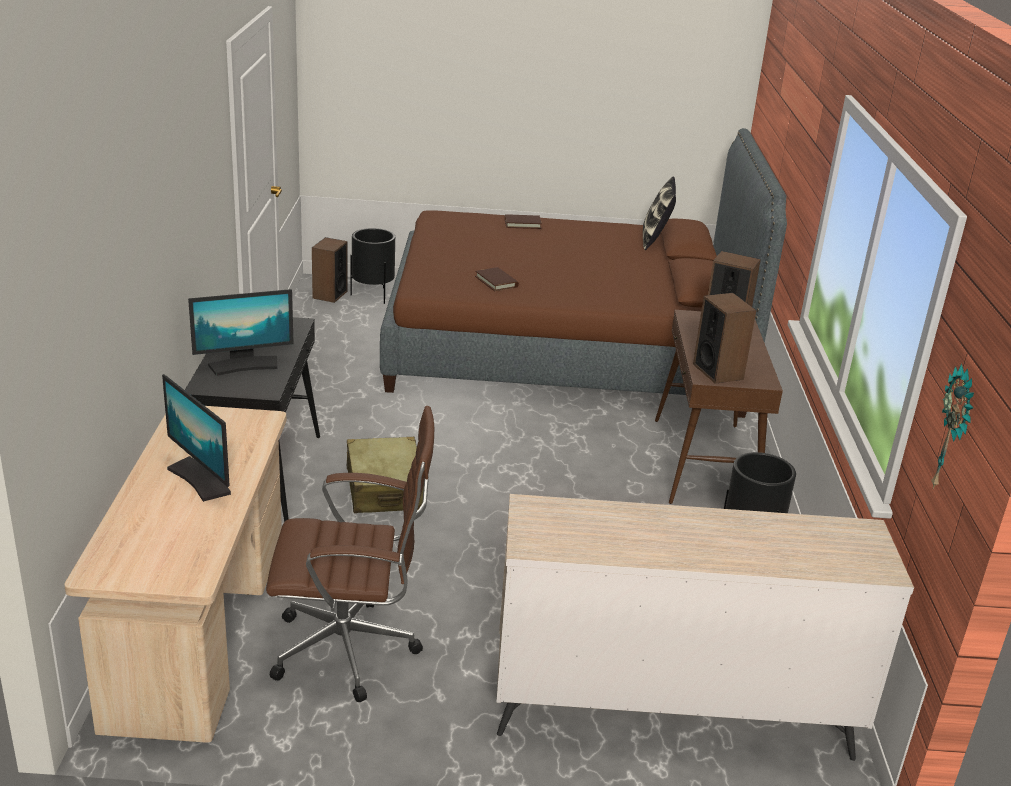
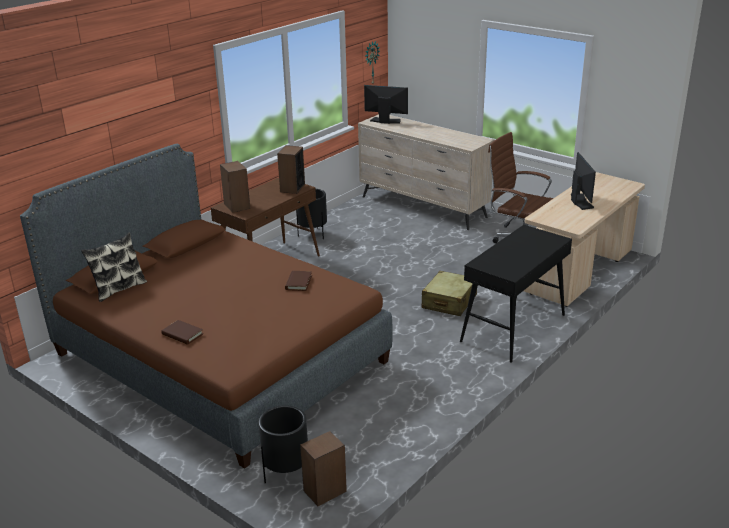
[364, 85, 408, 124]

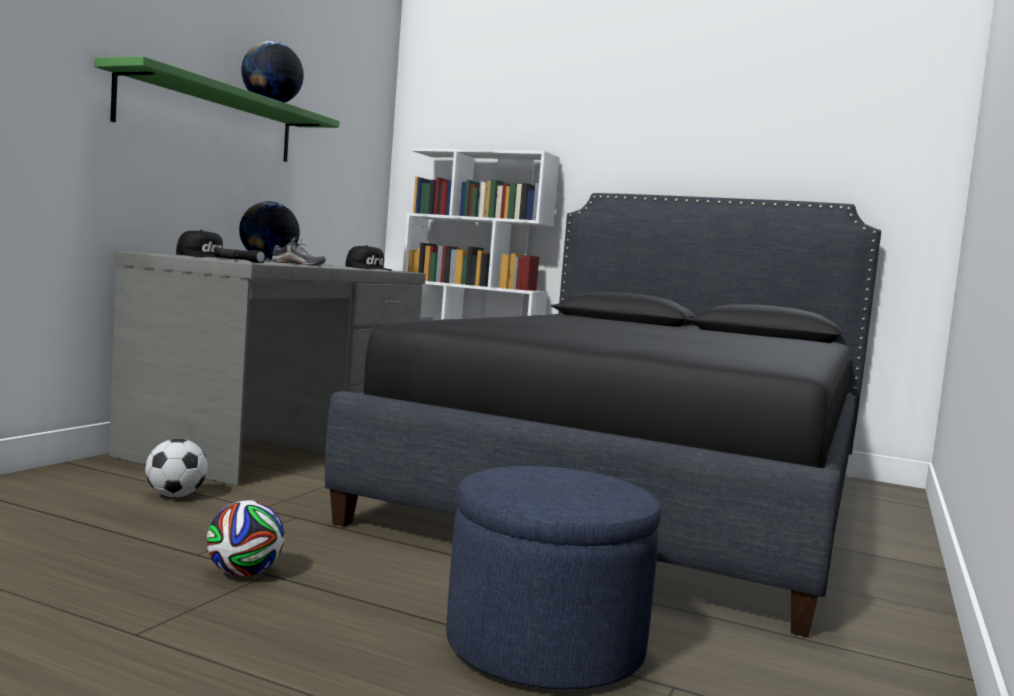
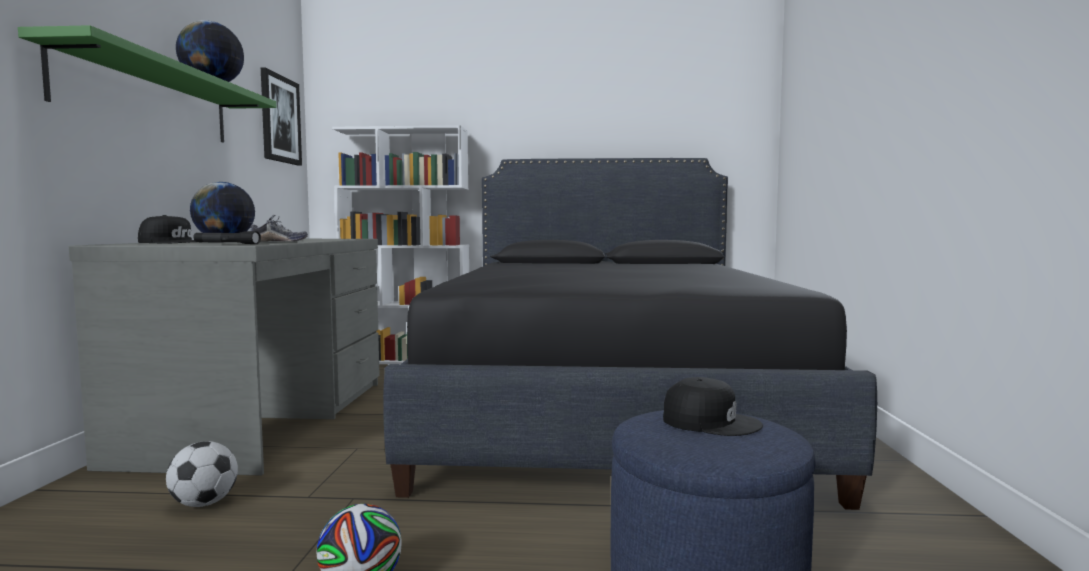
[663, 377, 763, 436]
[261, 67, 302, 165]

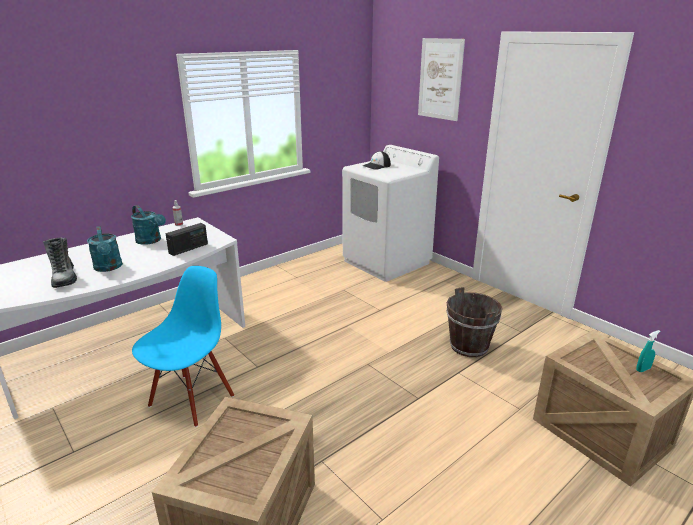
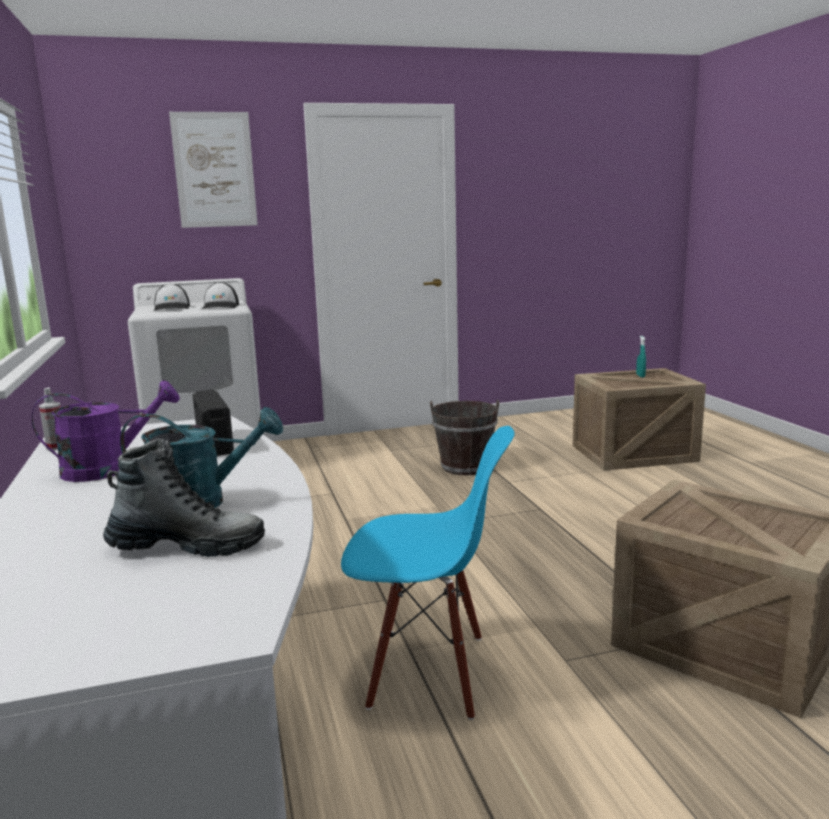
[31, 380, 180, 482]
[341, 426, 515, 720]
[201, 282, 239, 309]

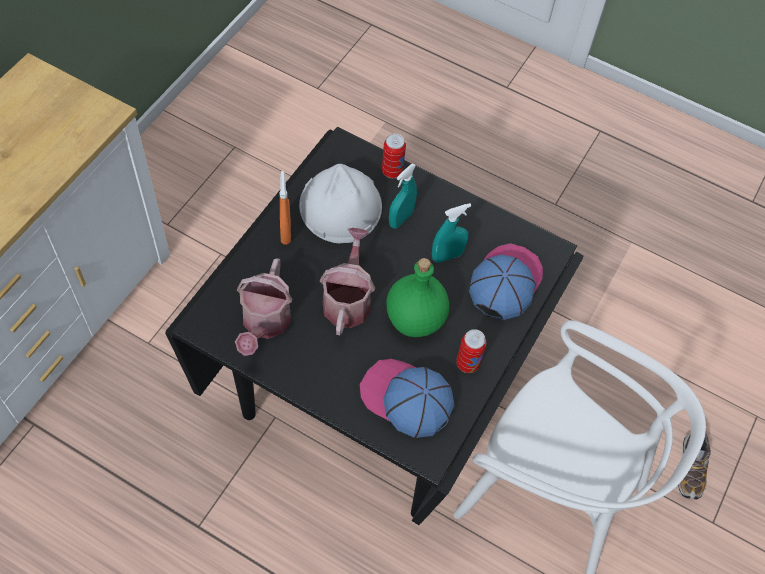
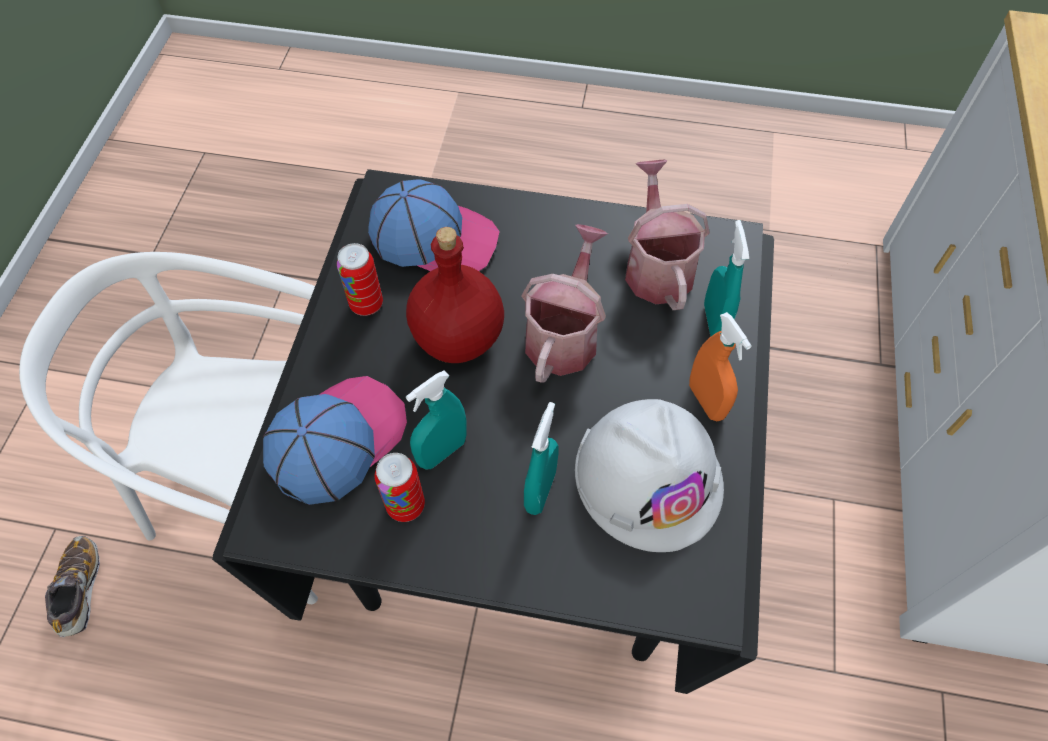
[375, 453, 425, 522]
[521, 224, 608, 383]
[263, 376, 407, 505]
[406, 227, 504, 363]
[704, 220, 749, 336]

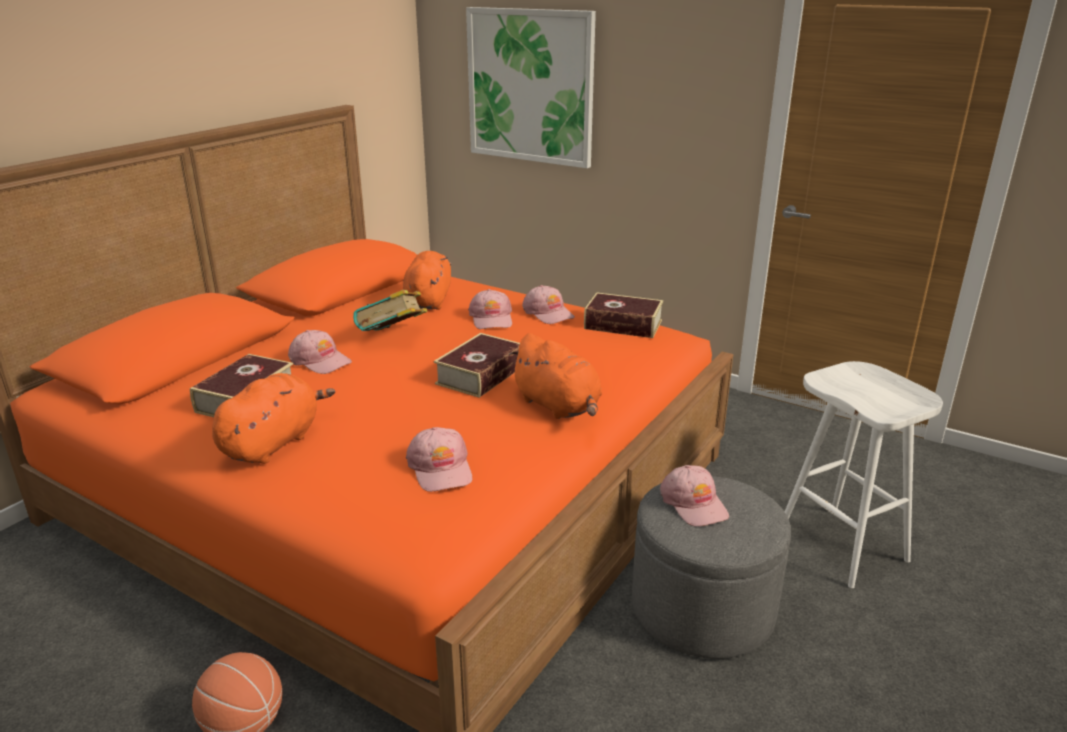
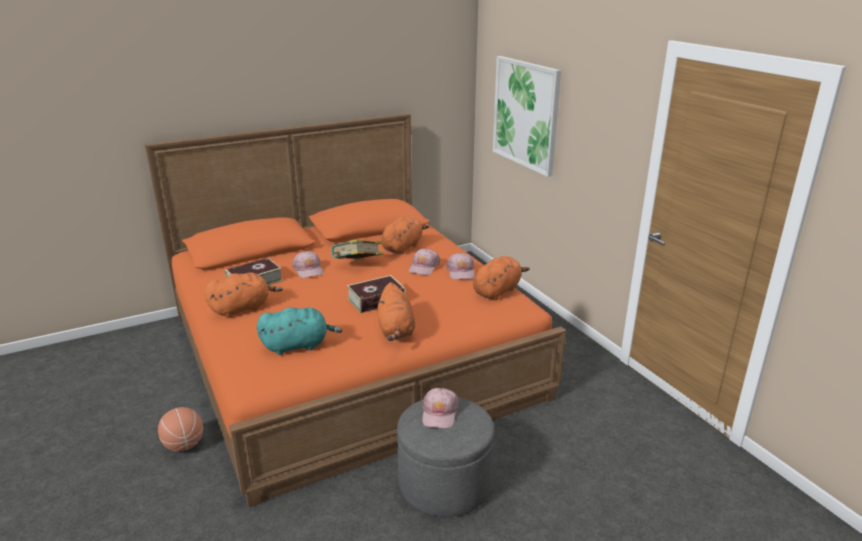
[473, 256, 530, 300]
[785, 361, 943, 588] (first image)
[257, 308, 342, 355]

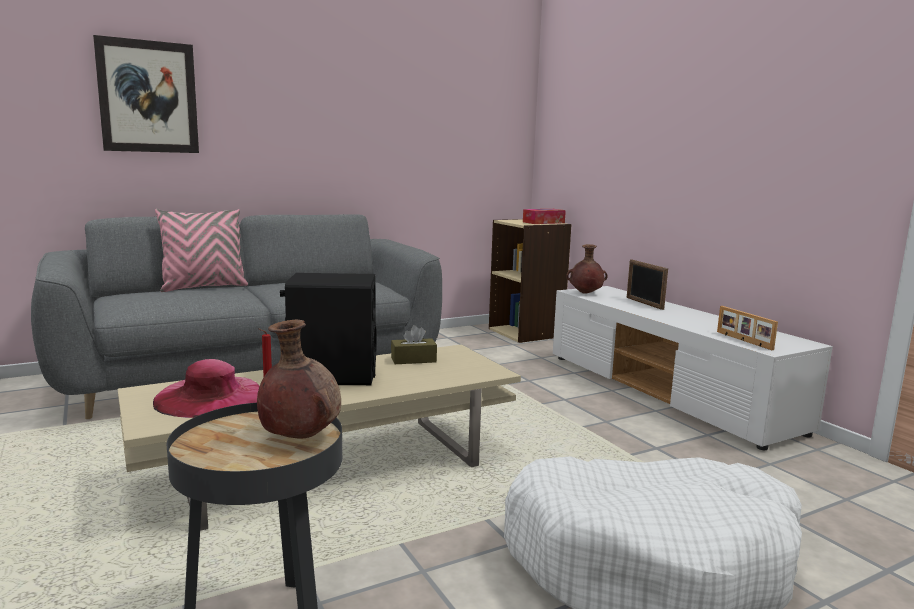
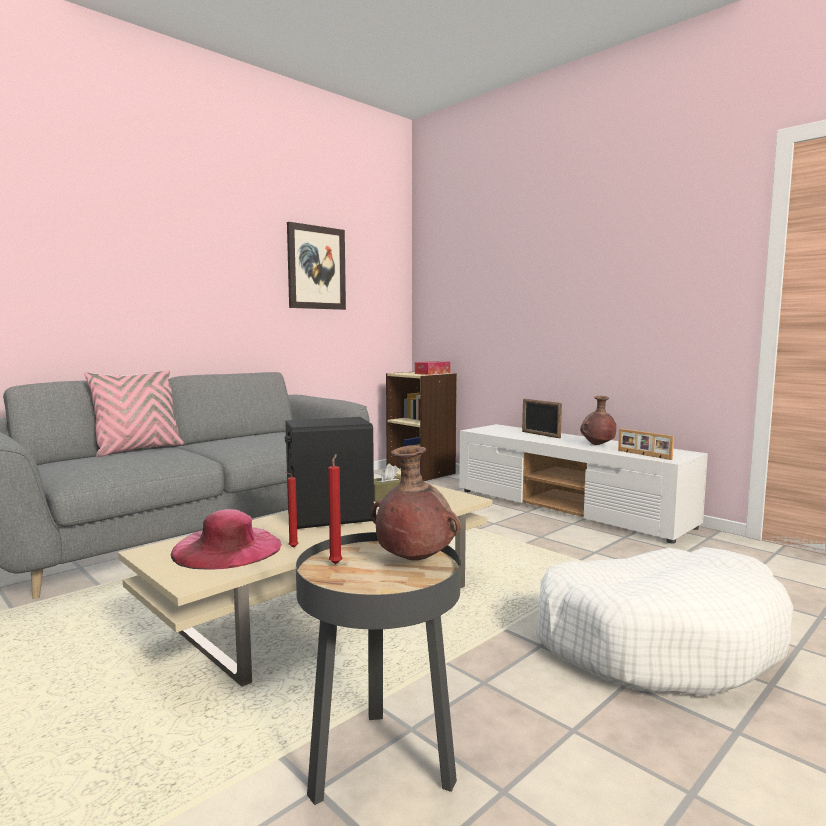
[287, 222, 346, 310]
[580, 396, 616, 445]
[328, 454, 342, 564]

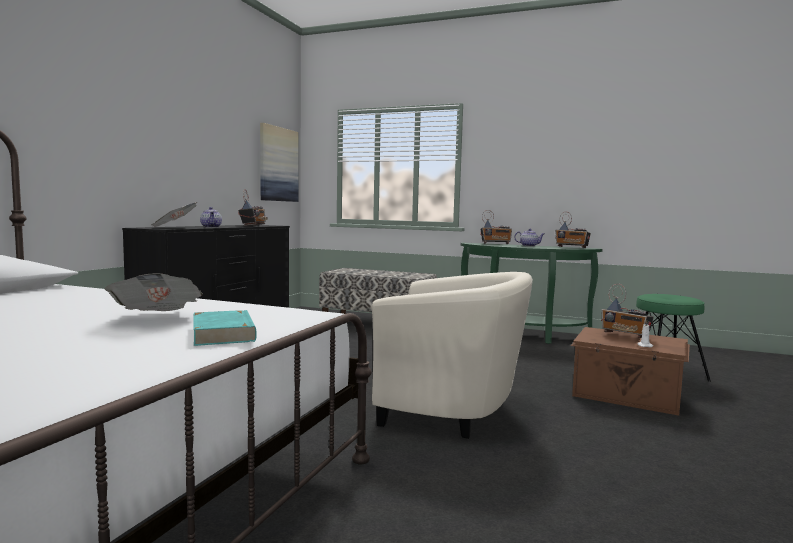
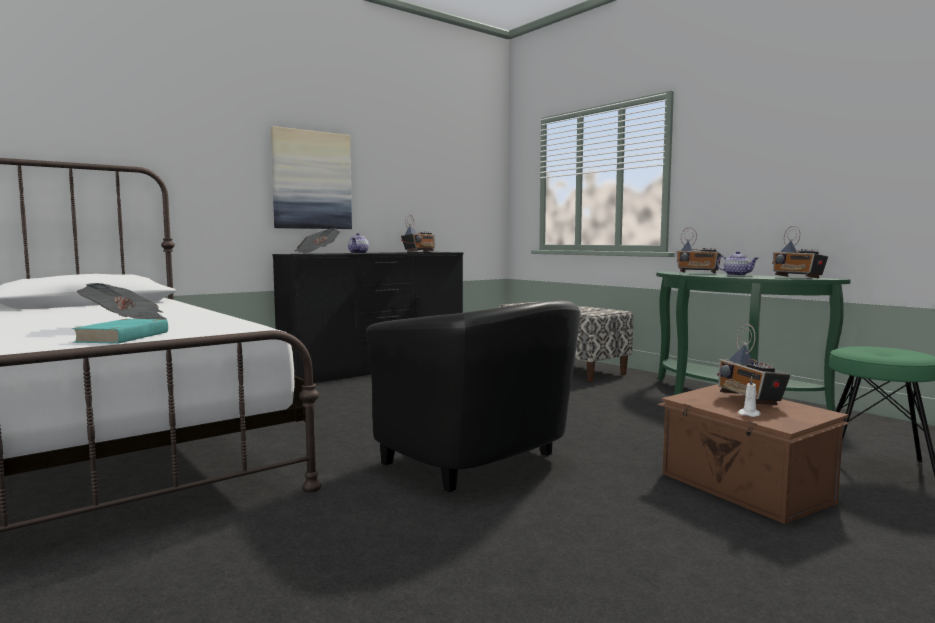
[271, 126, 352, 229]
[366, 300, 580, 492]

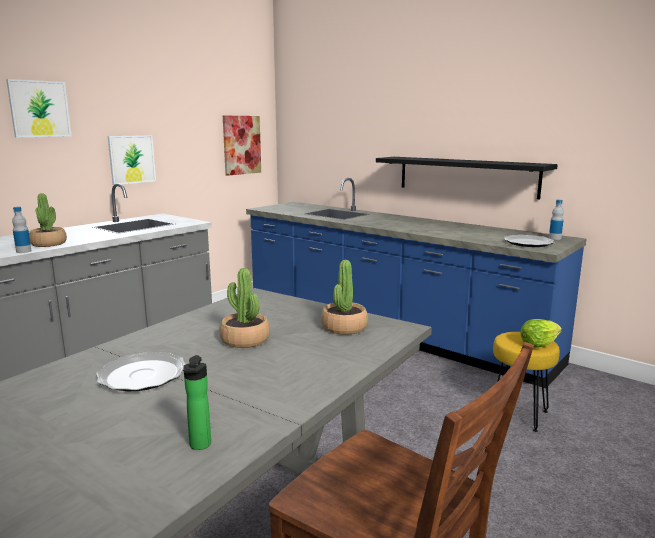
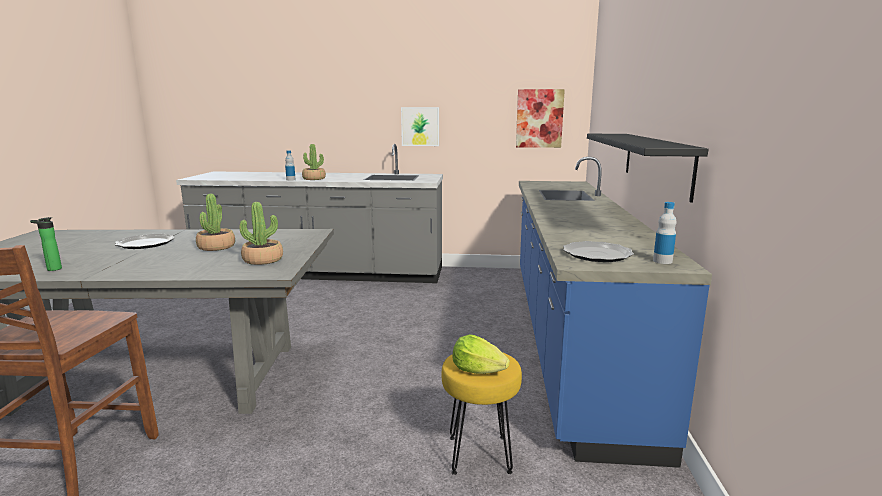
[6, 79, 72, 138] (first image)

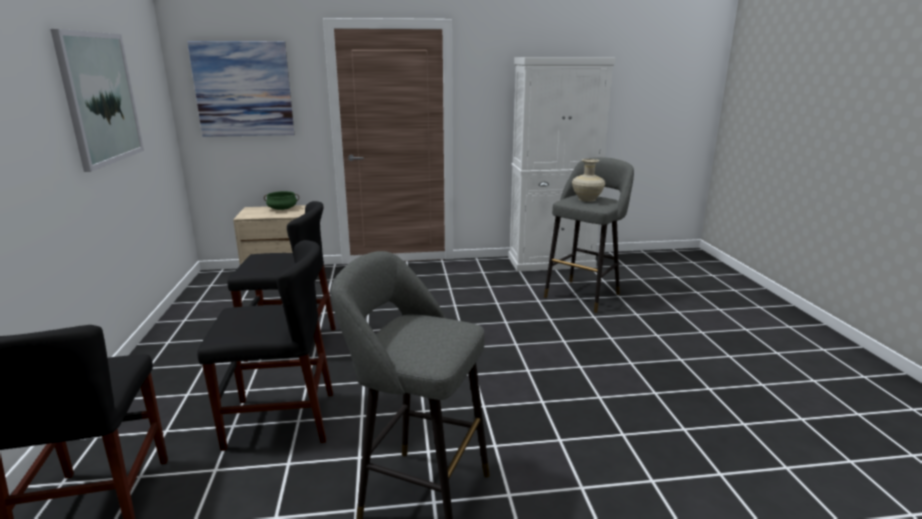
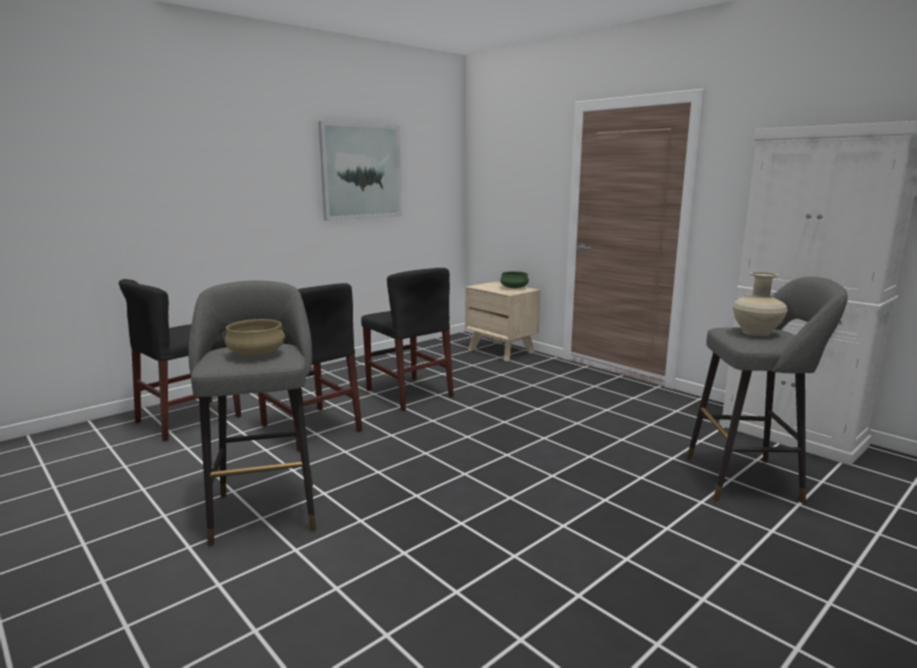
[187, 41, 294, 137] (first image)
[220, 319, 287, 356]

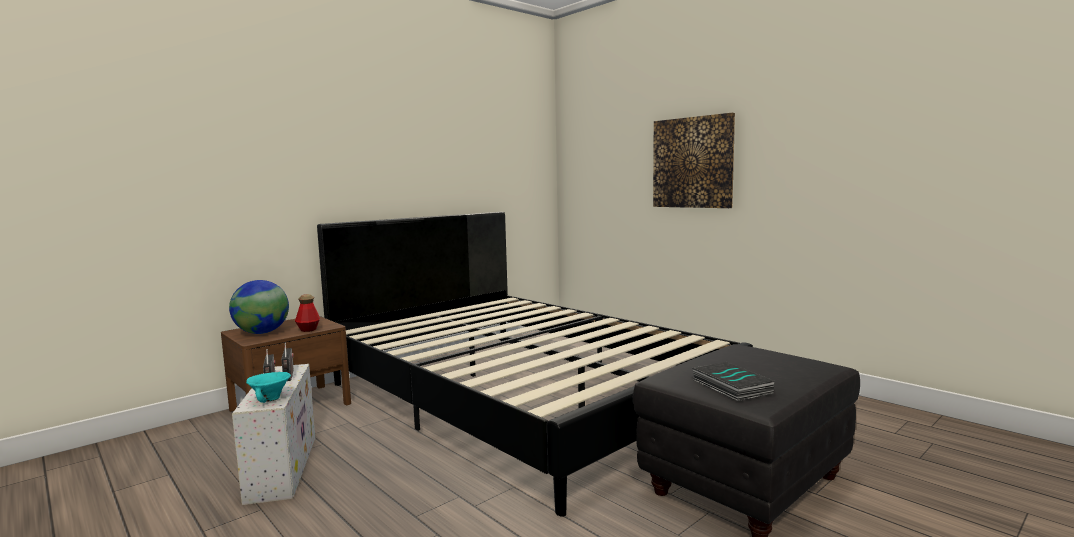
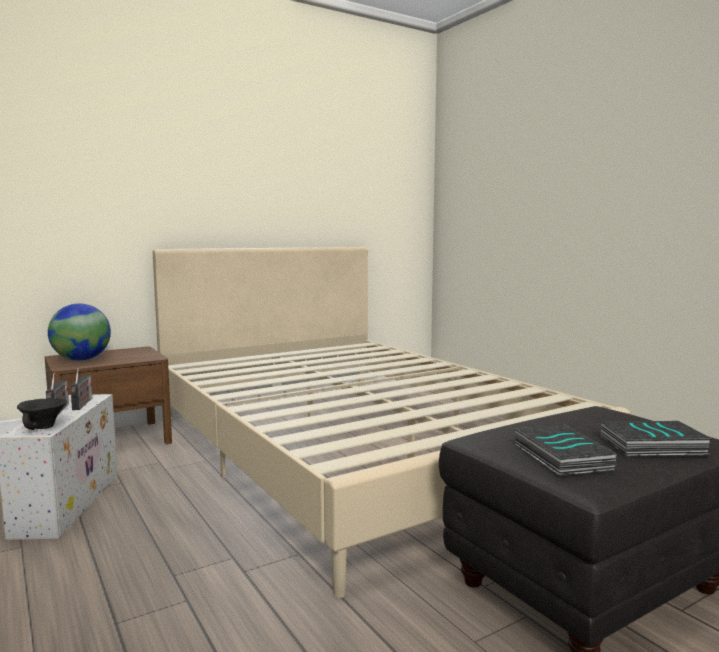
[653, 113, 735, 208] (first image)
[153, 247, 630, 598]
[295, 294, 320, 332] (first image)
[17, 398, 68, 430]
[601, 421, 712, 456]

